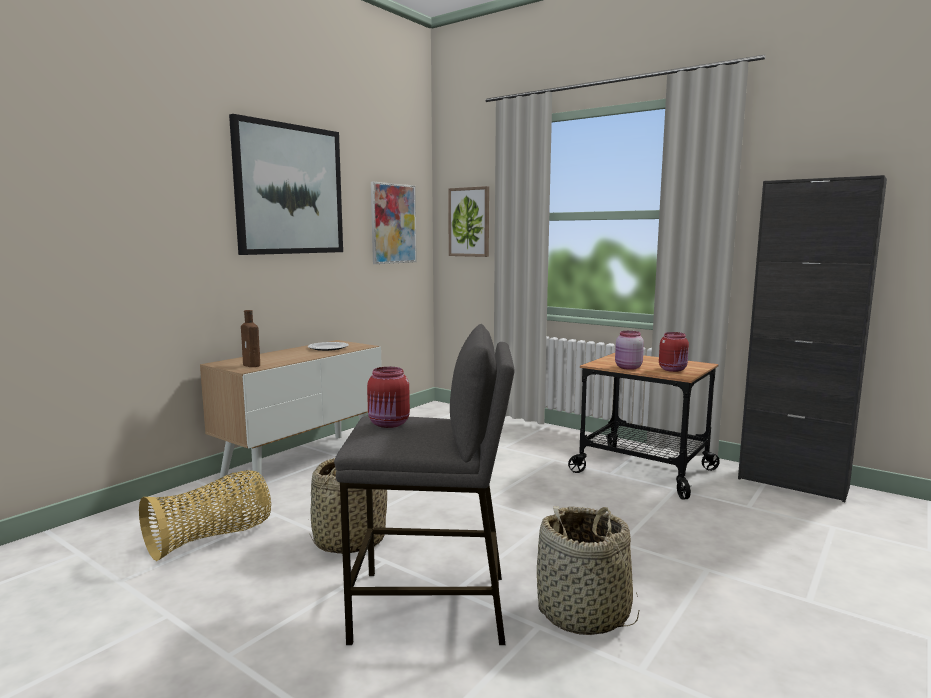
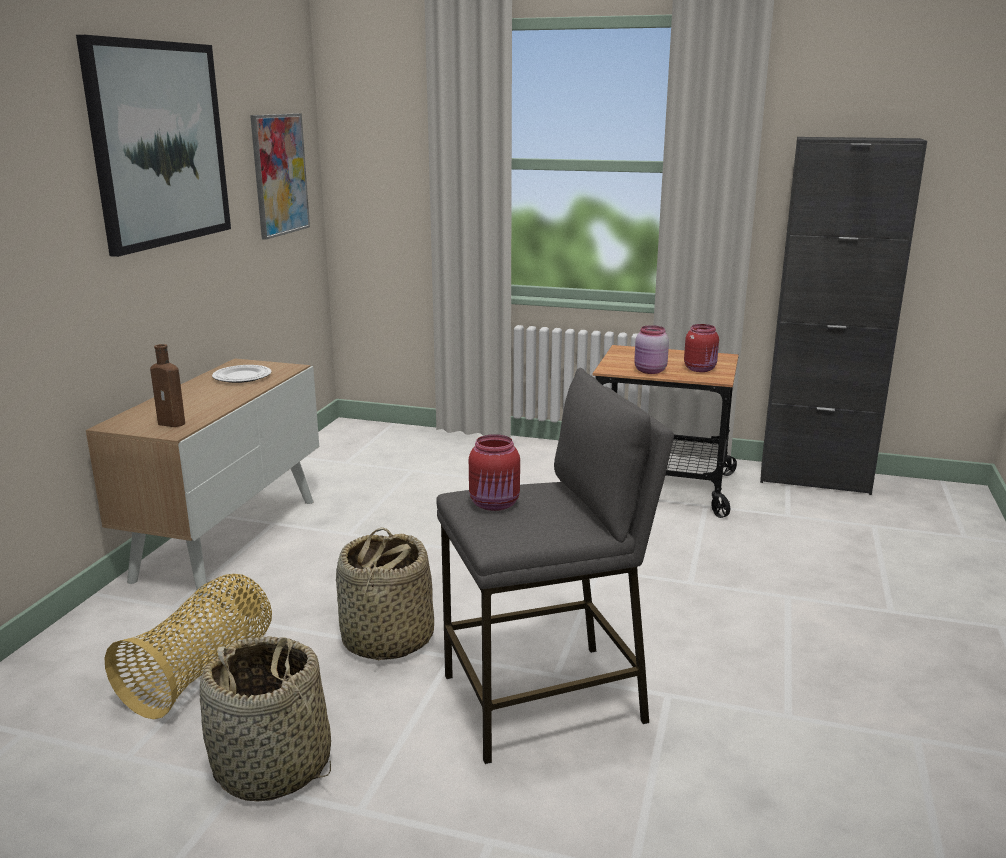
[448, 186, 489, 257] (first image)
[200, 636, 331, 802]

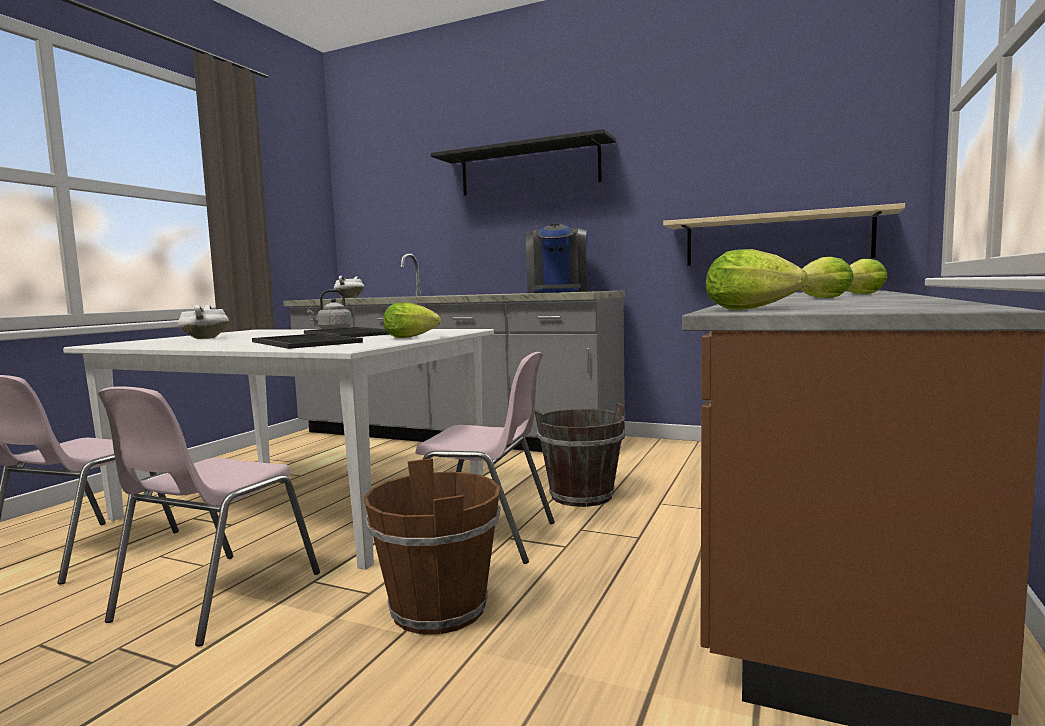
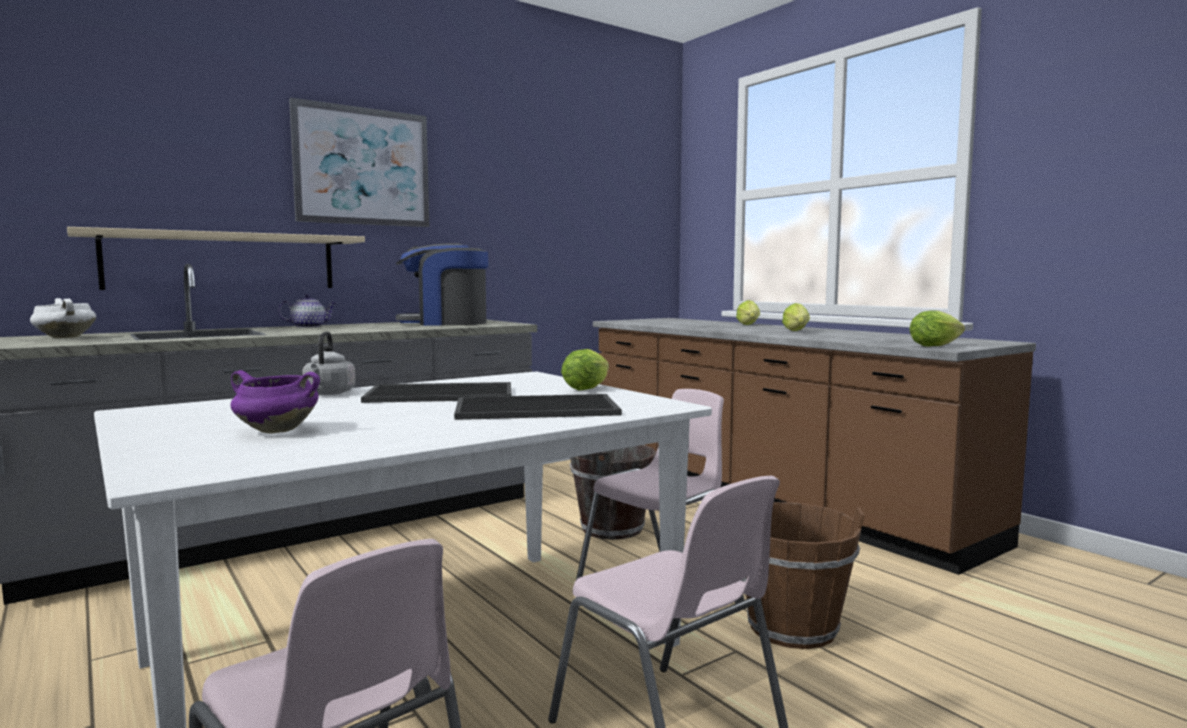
[289, 97, 429, 227]
[67, 227, 365, 290]
[396, 244, 488, 326]
[230, 370, 320, 434]
[278, 294, 336, 328]

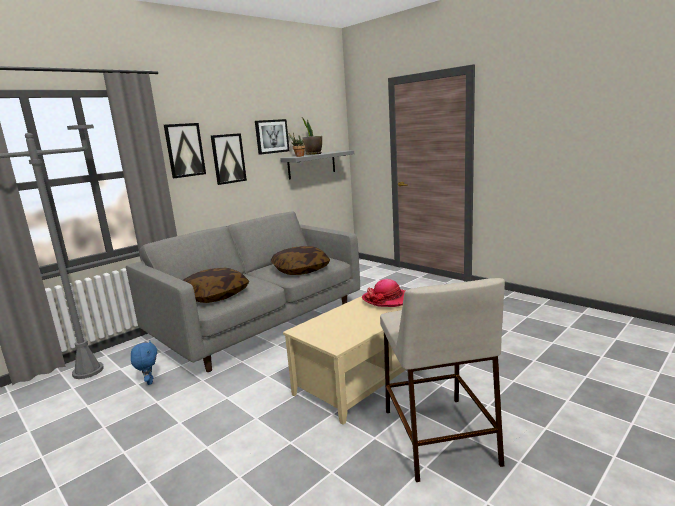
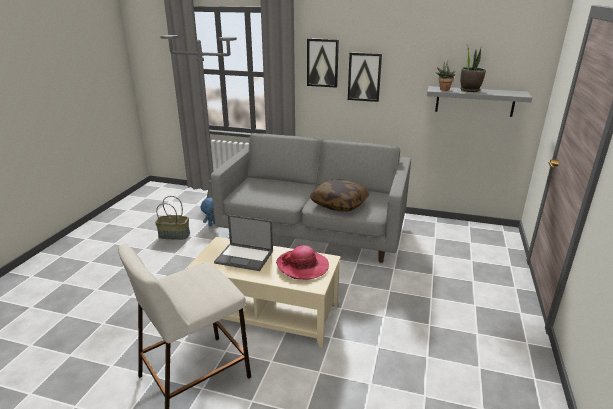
[255, 119, 289, 155] (first image)
[183, 268, 249, 303] (first image)
[155, 196, 190, 240]
[214, 215, 273, 271]

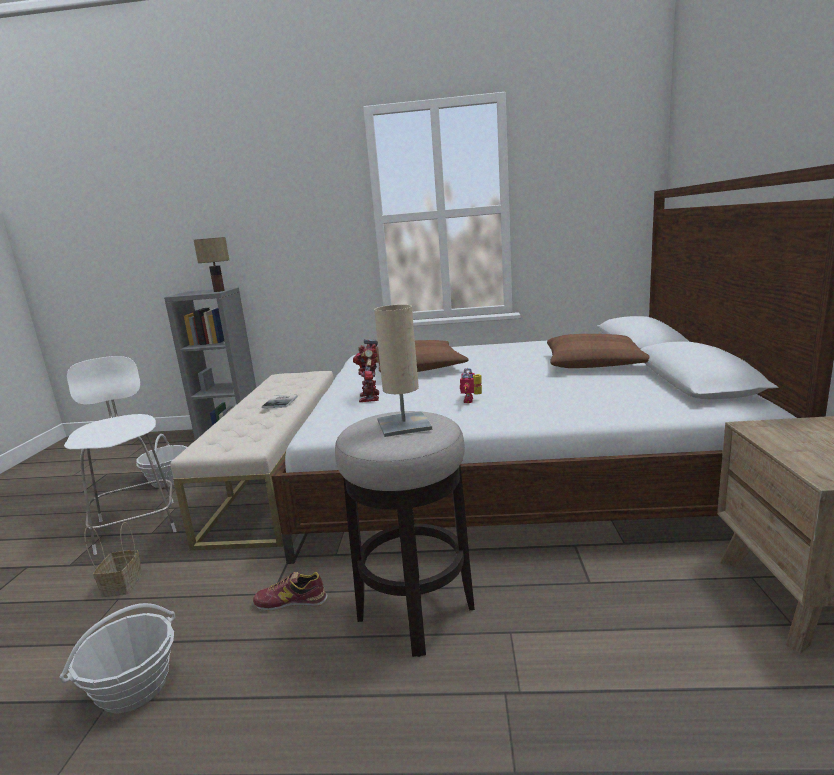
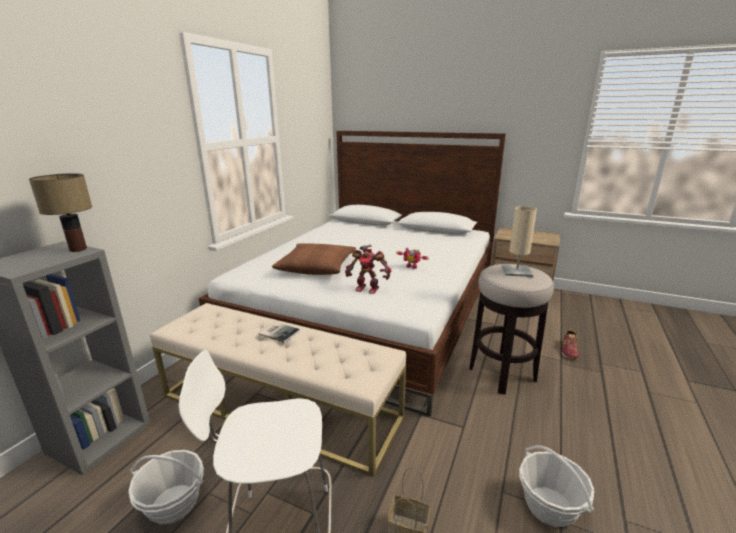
[547, 334, 649, 368] (first image)
[562, 329, 579, 360]

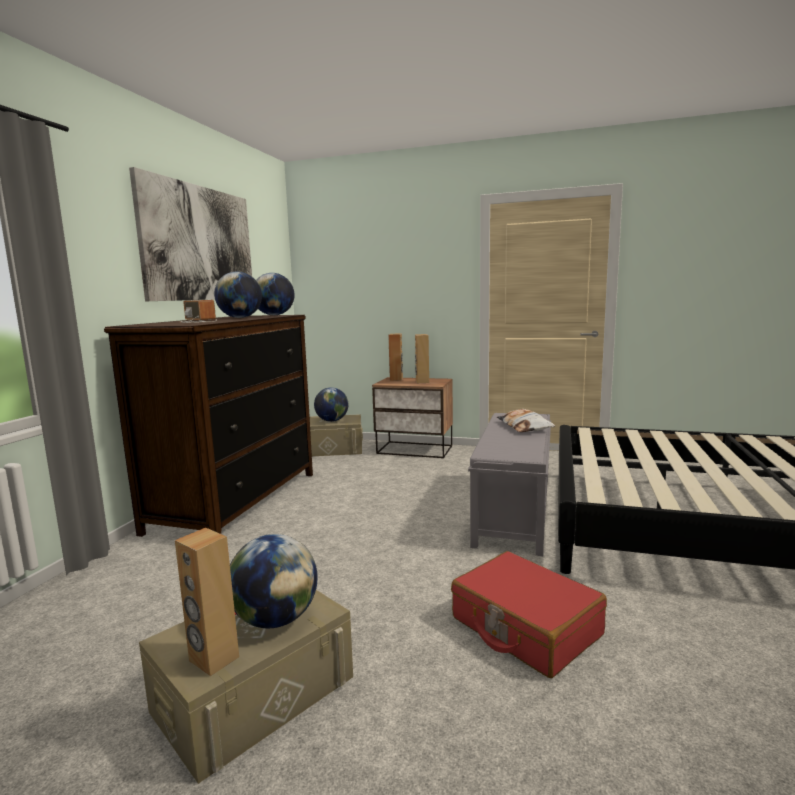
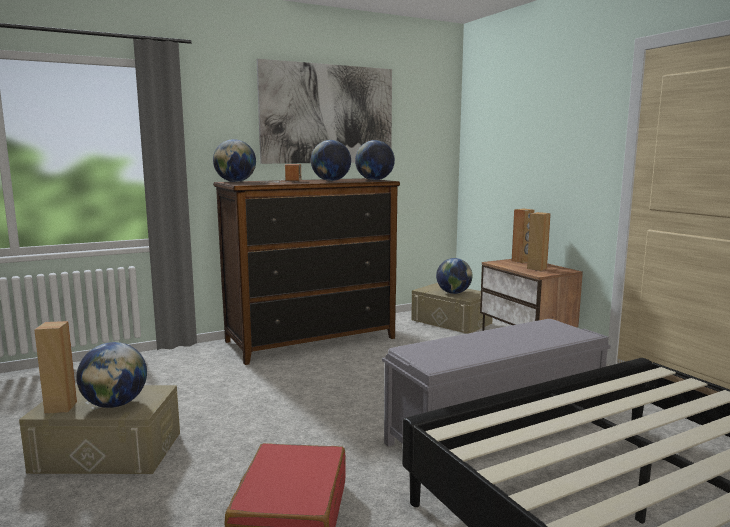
[497, 409, 555, 432] (first image)
[213, 139, 256, 182]

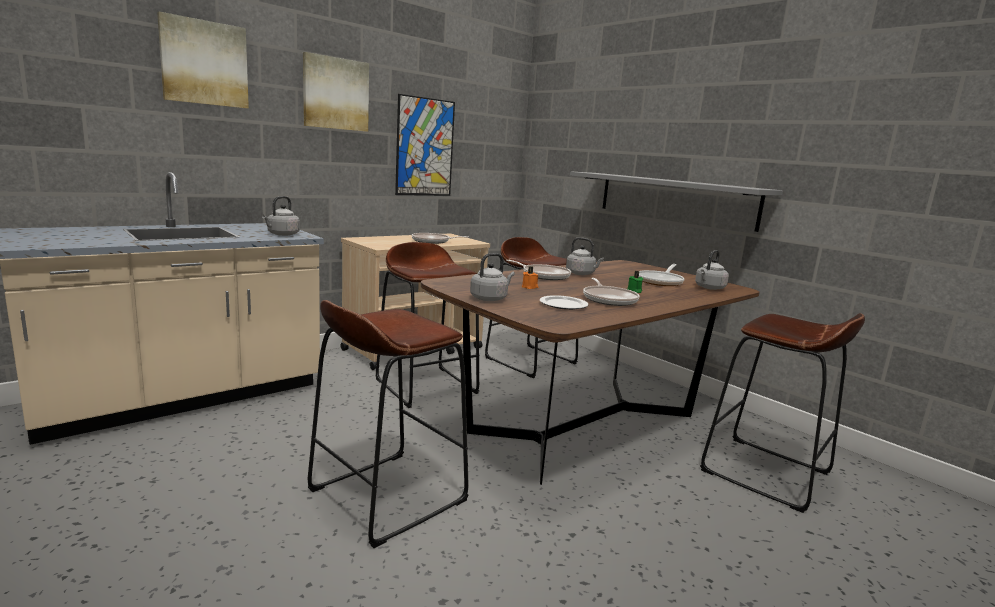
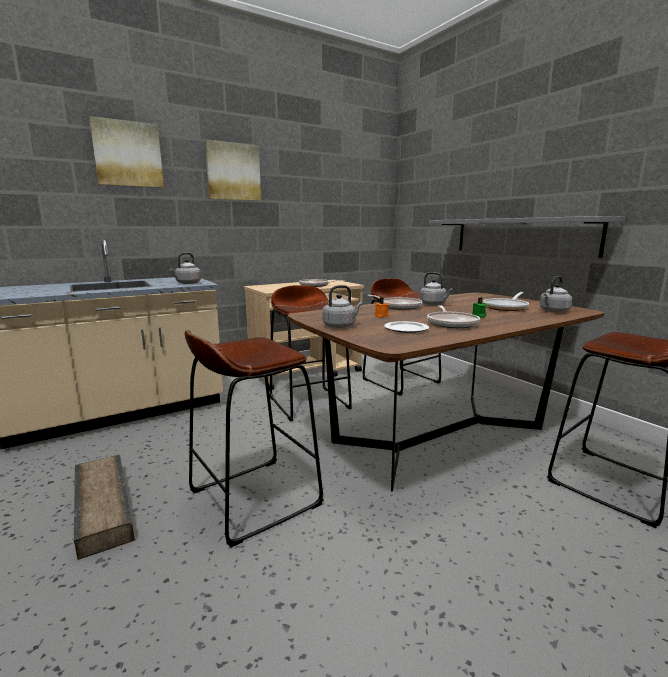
[395, 94, 455, 196] (first image)
[74, 454, 135, 560]

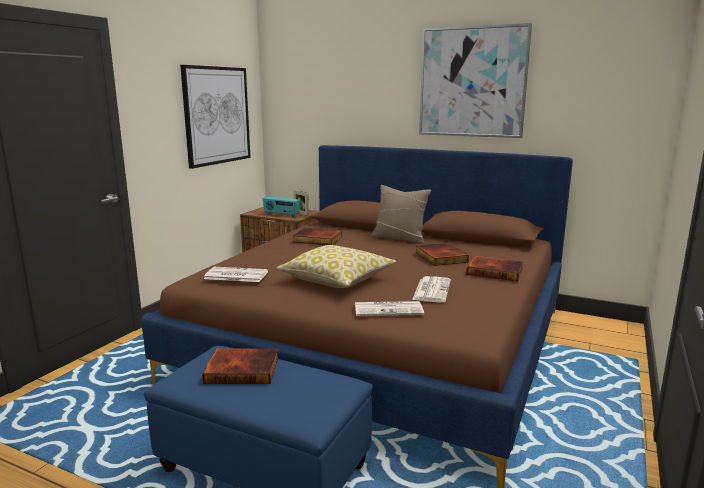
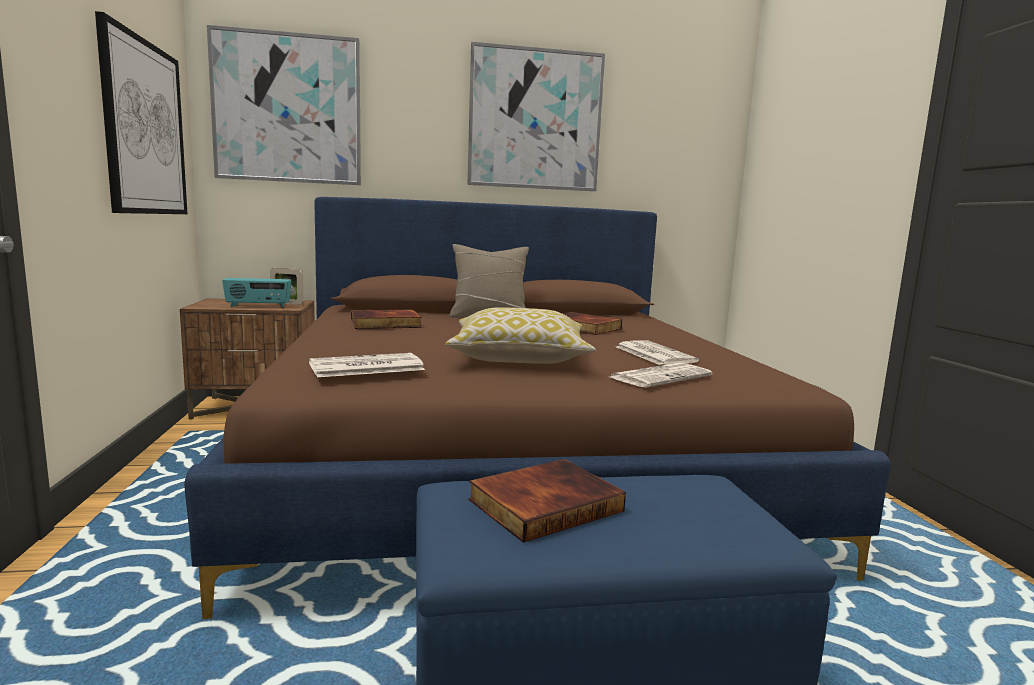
[466, 256, 523, 281] (first image)
[207, 25, 361, 185]

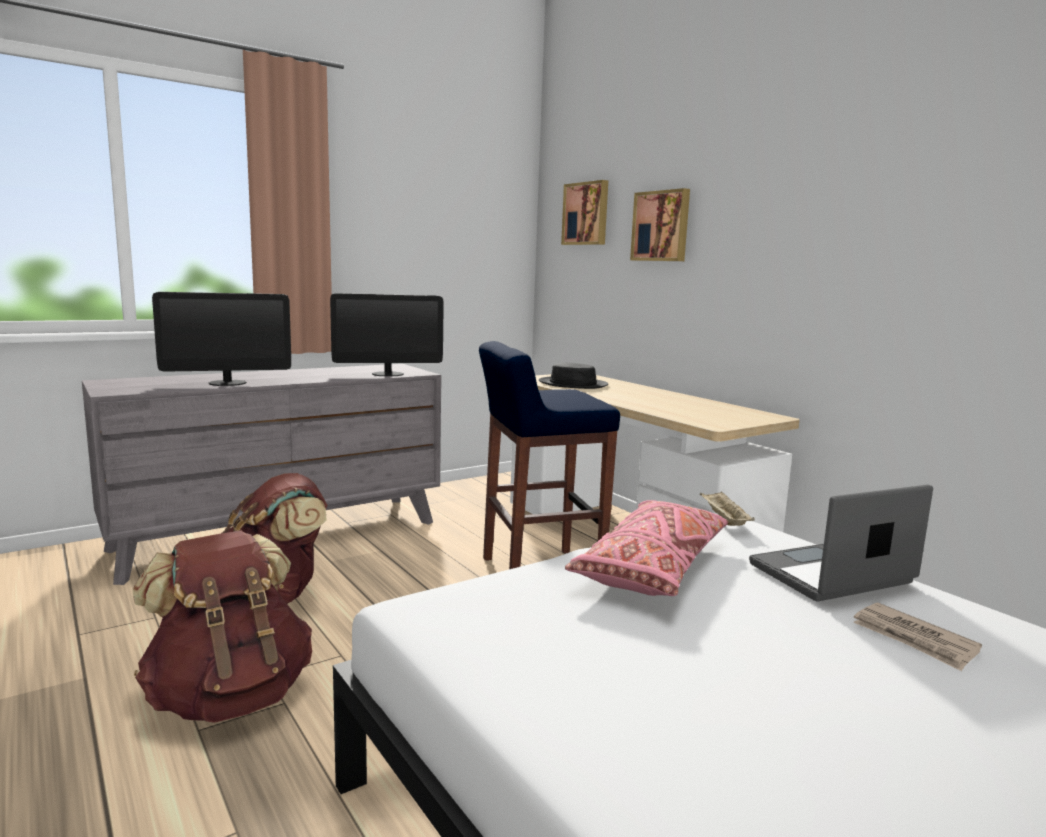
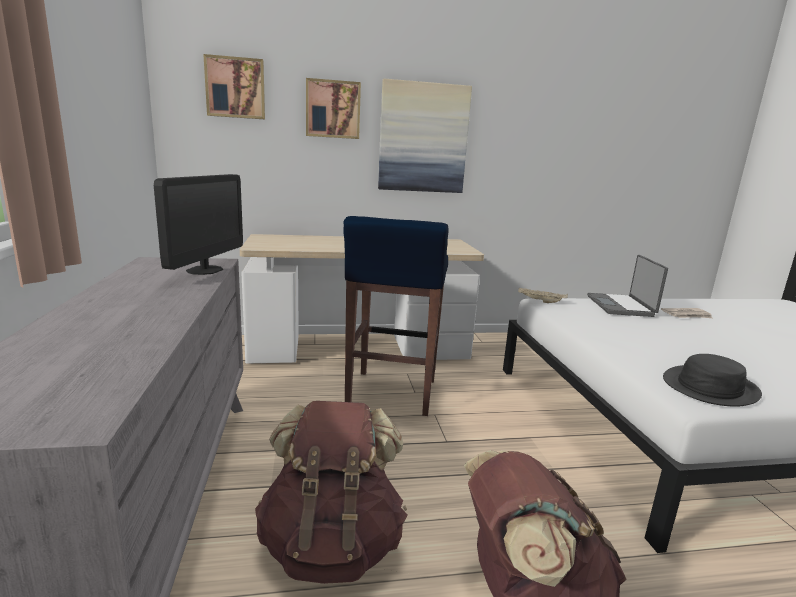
[152, 292, 291, 386] (first image)
[663, 354, 762, 406]
[565, 500, 728, 596] (first image)
[378, 79, 472, 193]

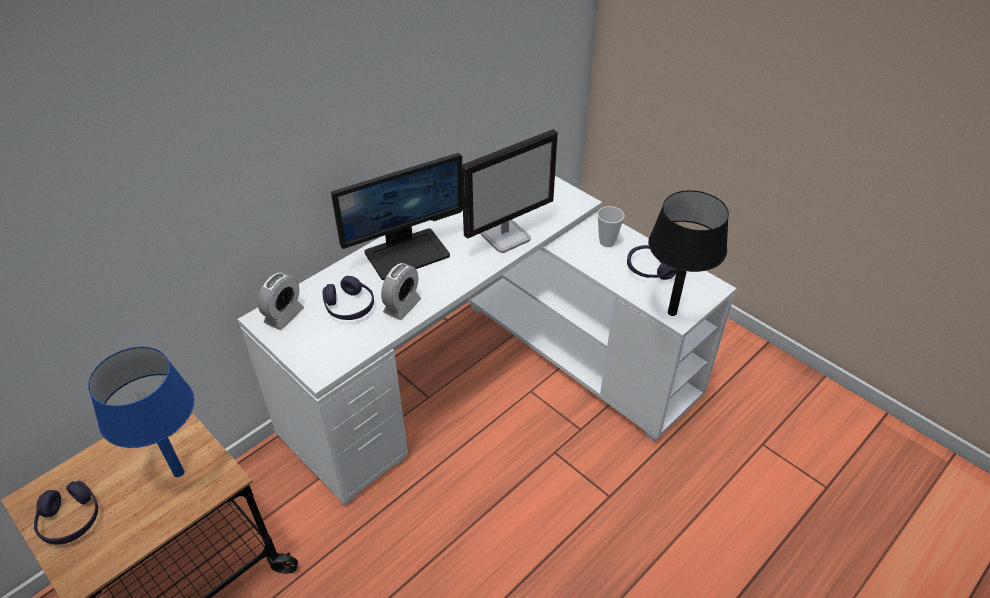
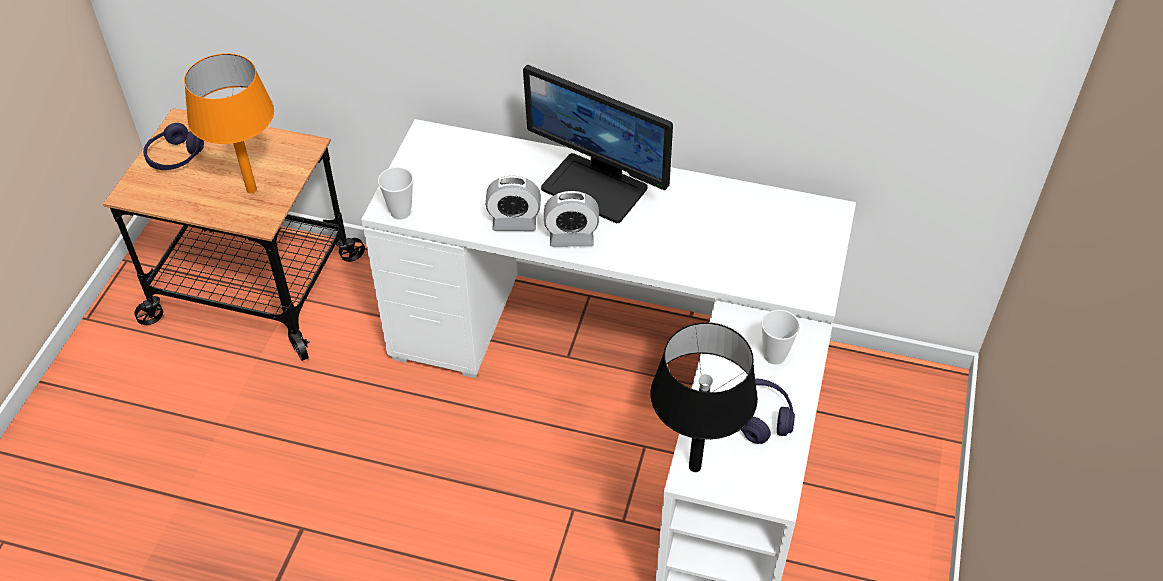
[461, 129, 558, 253] (first image)
[544, 191, 599, 247]
[323, 276, 374, 320] (first image)
[184, 53, 274, 193]
[378, 167, 413, 220]

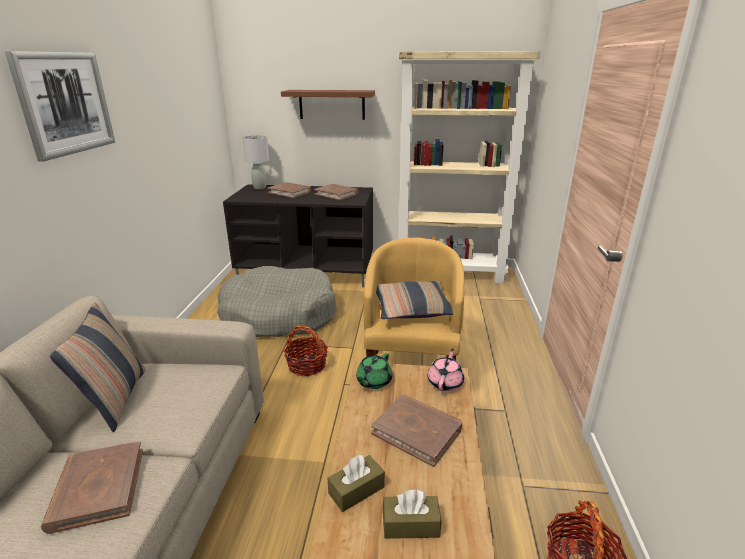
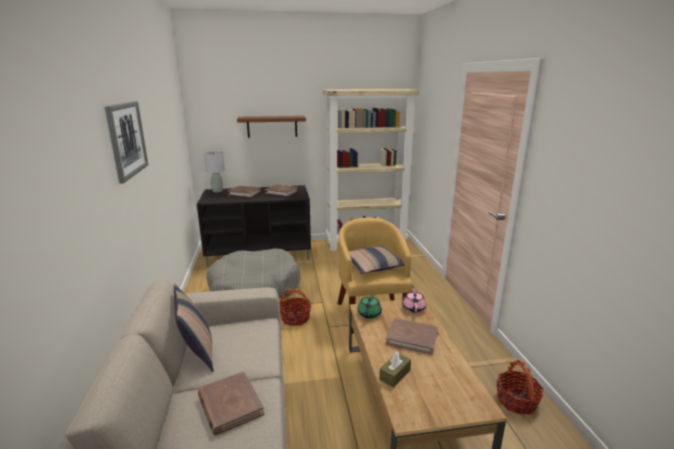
[383, 489, 442, 539] (first image)

